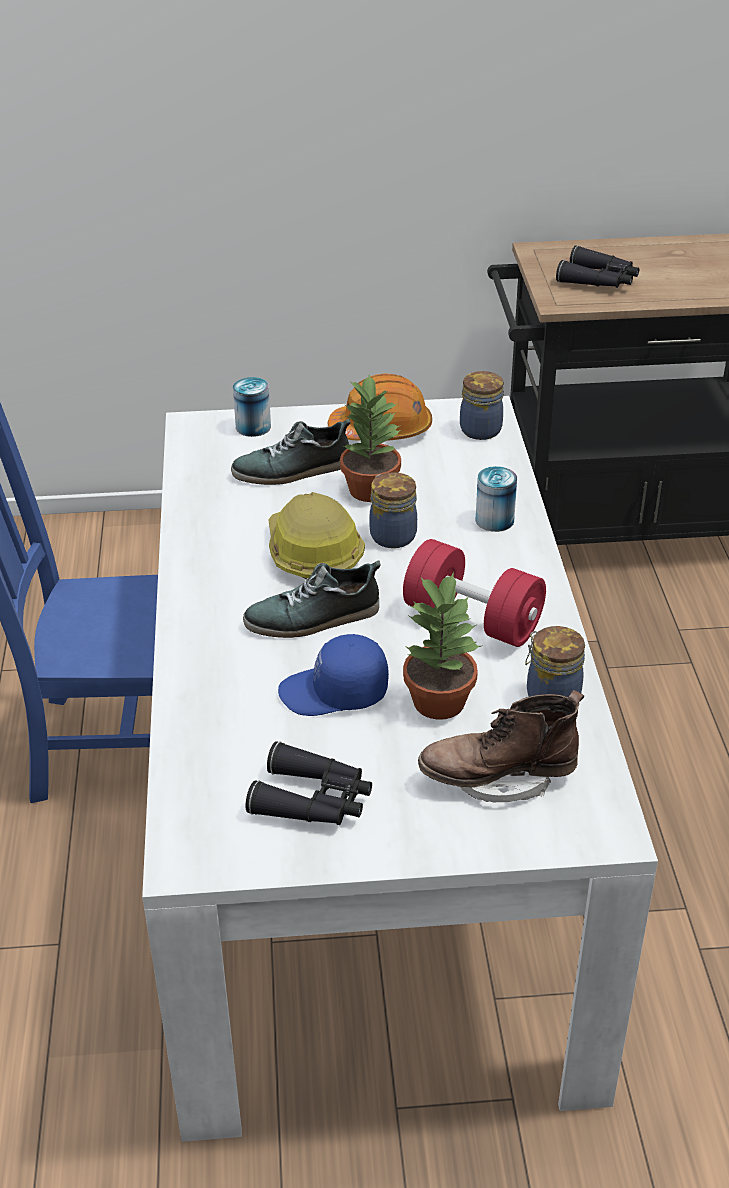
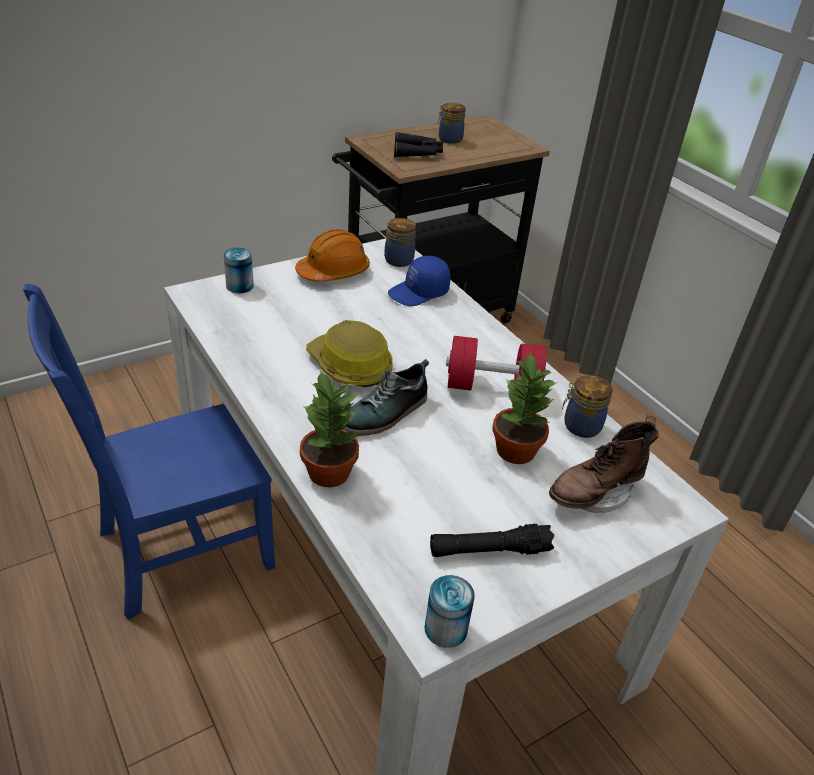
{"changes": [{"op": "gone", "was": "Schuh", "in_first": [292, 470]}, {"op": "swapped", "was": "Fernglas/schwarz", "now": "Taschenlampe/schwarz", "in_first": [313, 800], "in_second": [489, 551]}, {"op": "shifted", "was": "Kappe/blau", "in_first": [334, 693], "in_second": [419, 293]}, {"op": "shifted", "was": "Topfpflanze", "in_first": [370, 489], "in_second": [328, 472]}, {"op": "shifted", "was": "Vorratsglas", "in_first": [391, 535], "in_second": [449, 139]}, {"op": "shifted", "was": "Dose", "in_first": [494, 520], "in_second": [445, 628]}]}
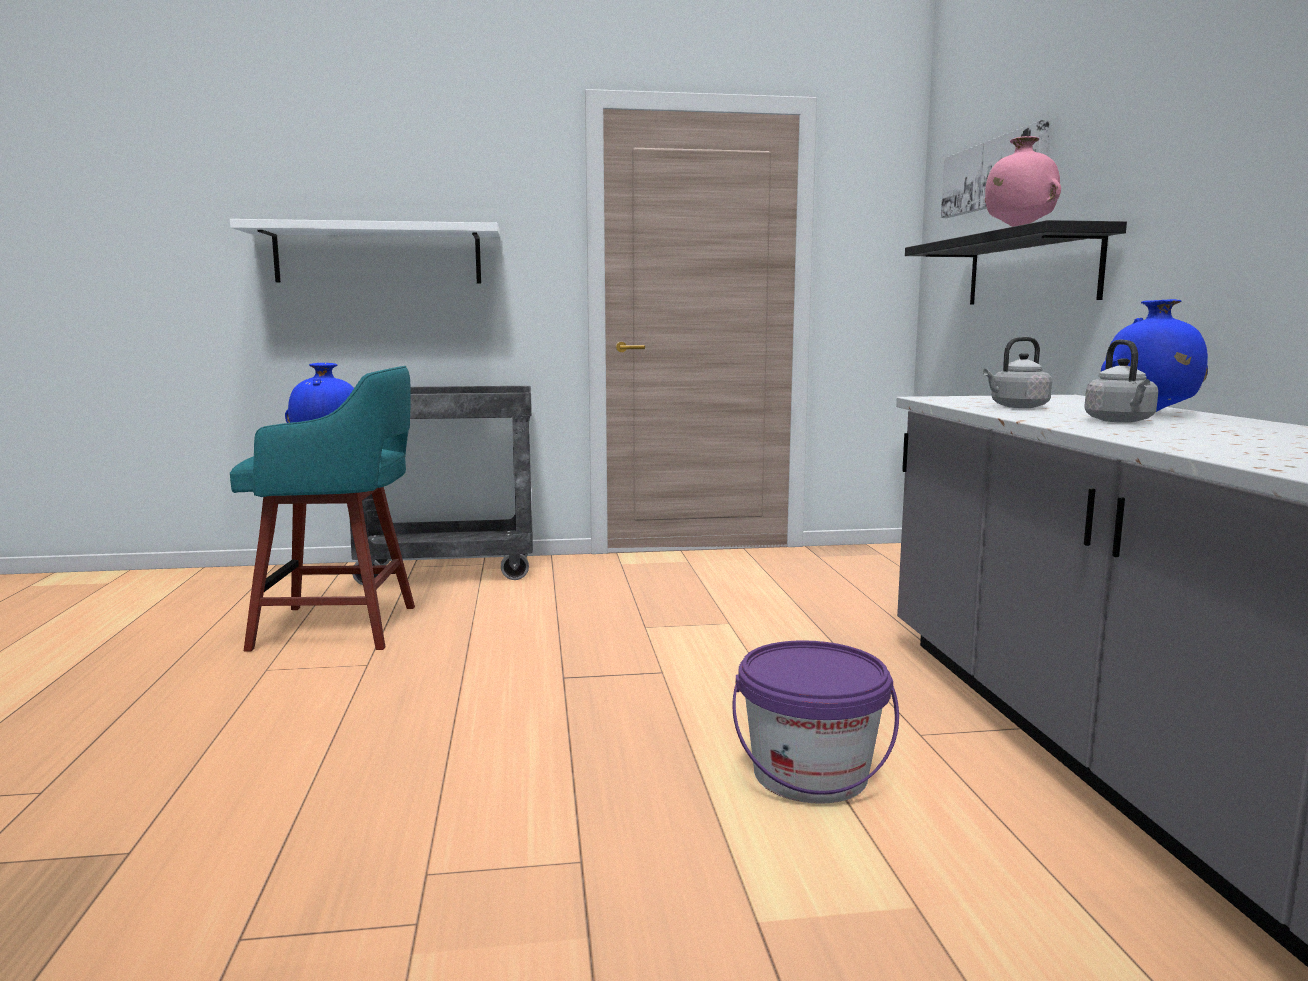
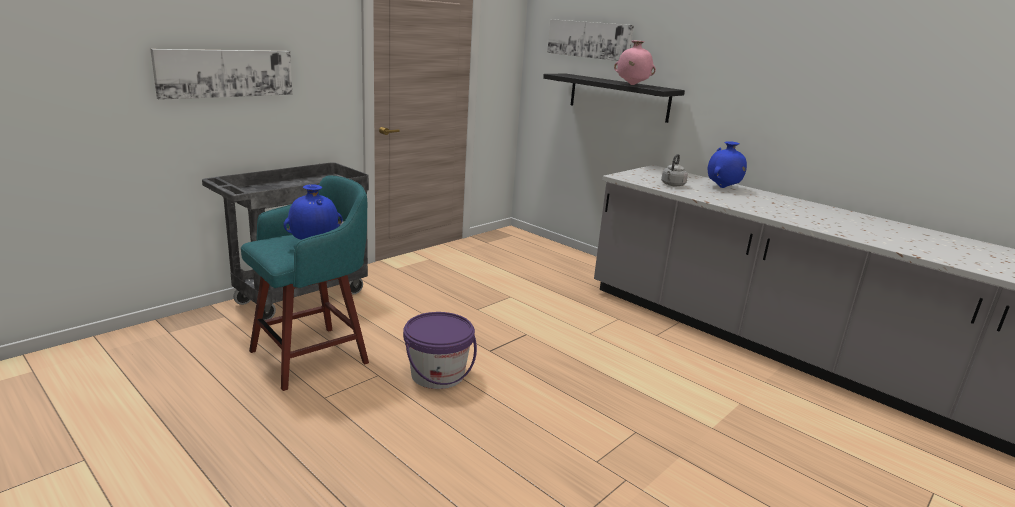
{"changes": [{"op": "swapped", "was": "Wandregal/weiß", "now": "Bild", "in_first": [378, 255], "in_second": [226, 73]}, {"op": "shifted", "was": "Eimer/lila", "in_first": [810, 775], "in_second": [437, 375]}, {"op": "gone", "was": "Wasserkessel/grau", "in_first": [1120, 421]}]}
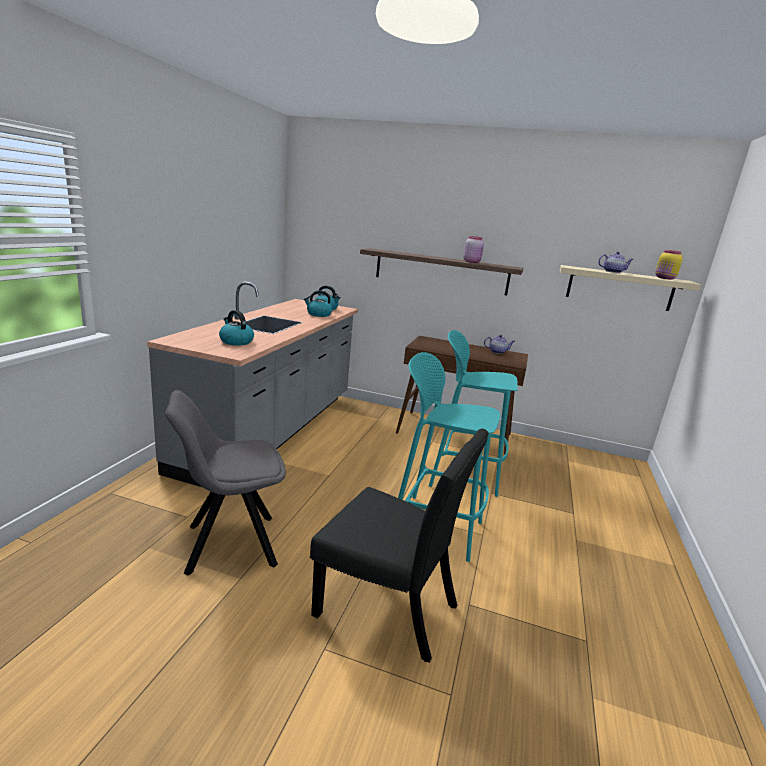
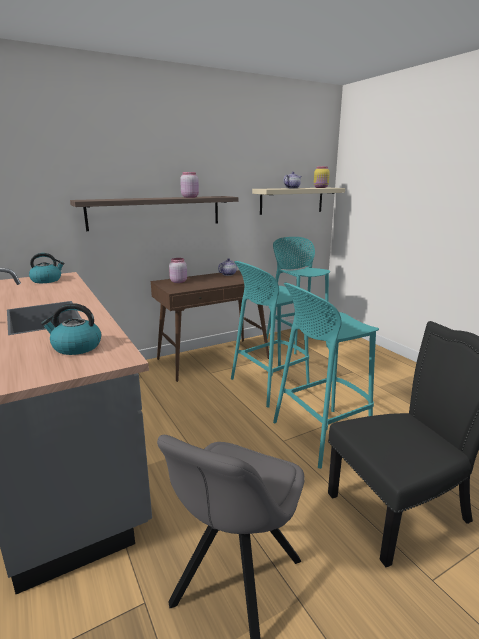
{"changes": [{"op": "gone", "was": "Wasserkessel", "in_first": [318, 314]}, {"op": "new", "now": "Vorratsglas/rosa", "in_second": [178, 281]}, {"op": "new", "now": "Hocker/türkis", "in_second": [298, 341]}]}
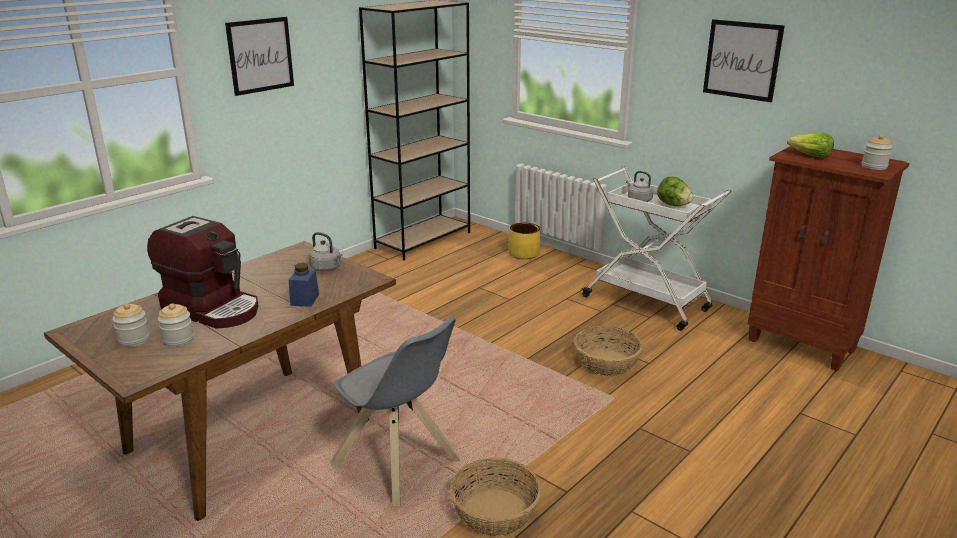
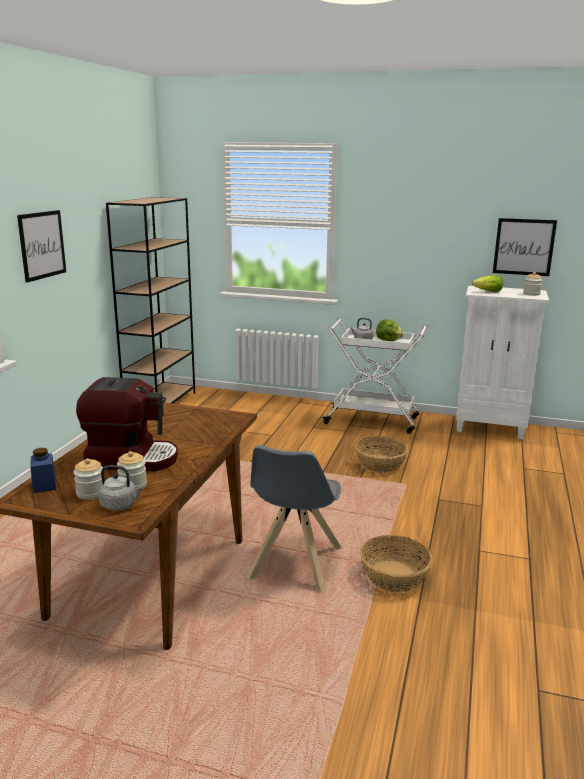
{"changes": [{"op": "shifted", "was": "Vorratsglas/blau", "in_first": [304, 300], "in_second": [44, 485]}, {"op": "shifted", "was": "Wasserkessel/grau", "in_first": [327, 268], "in_second": [120, 505]}, {"op": "rotated", "was": "Stuhl/grau", "in_first": [398, 464], "in_second": [294, 564], "clockwise": 90}, {"op": "gone", "was": "Pflanzkübel/gelb", "in_first": [524, 253]}, {"op": "shifted", "was": "Bild", "in_first": [742, 60], "in_second": [524, 247]}, {"op": "repainted", "was": "Schrank/braun", "now": "Schrank/weiß", "in_first": [800, 346], "in_second": [490, 429]}]}
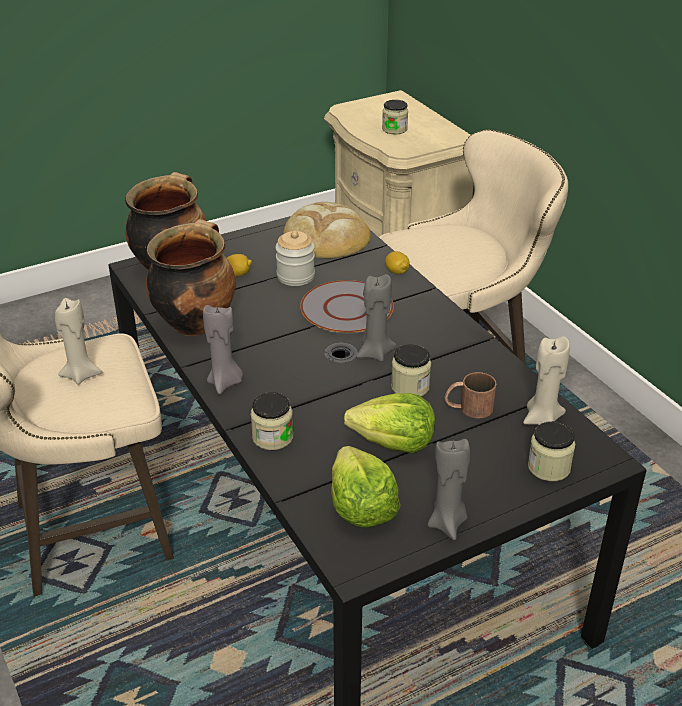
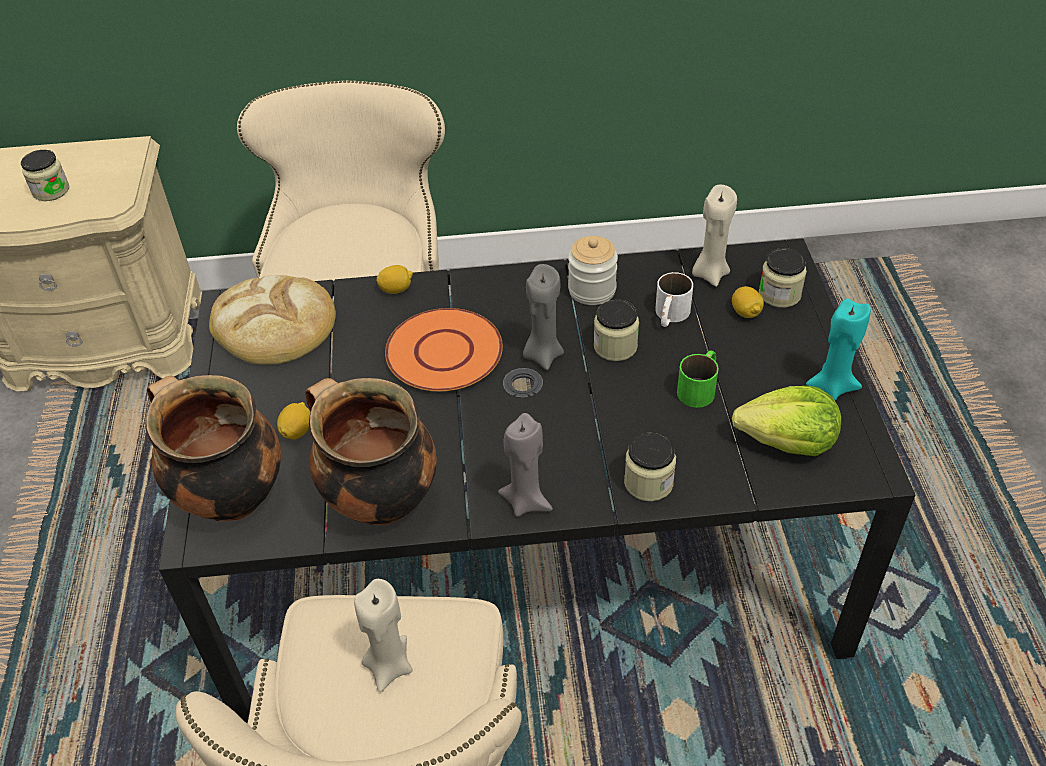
{"changes": [{"op": "shifted", "was": "Vorratsglas", "in_first": [295, 276], "in_second": [592, 290]}, {"op": "repainted", "was": "Teller/grau", "now": "Teller/orange", "in_first": [347, 308], "in_second": [443, 351]}, {"op": "swapped", "was": "Salatkopf", "now": "Henkelbecher/grün", "in_first": [393, 442], "in_second": [700, 387]}, {"op": "repainted", "was": "Kerze/grau", "now": "Kerze/türkis", "in_first": [447, 523], "in_second": [832, 386]}, {"op": "repainted", "was": "Henkelbecher/braun", "now": "Henkelbecher/weiß", "in_first": [468, 408], "in_second": [670, 316]}, {"op": "new", "now": "Zitrone", "in_second": [745, 312]}]}
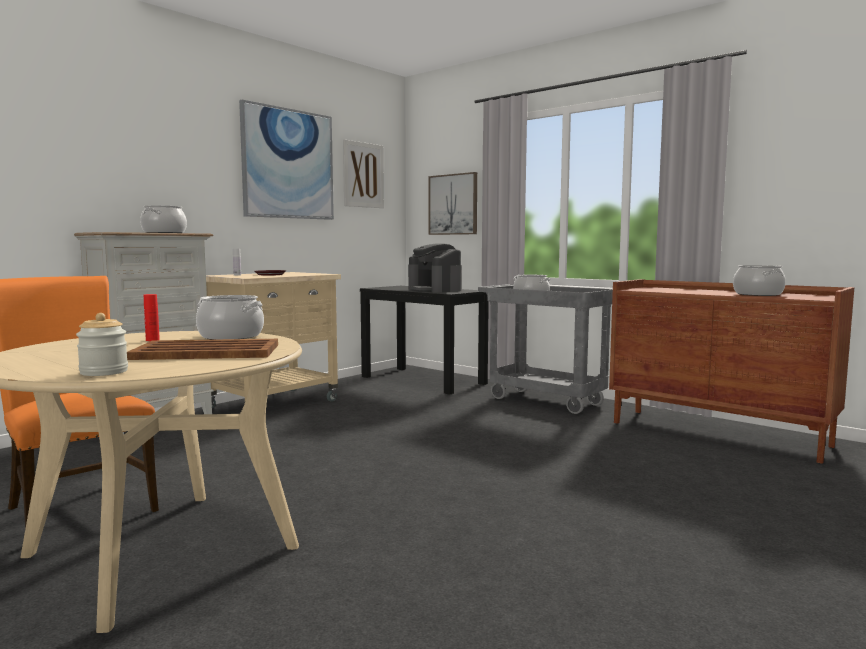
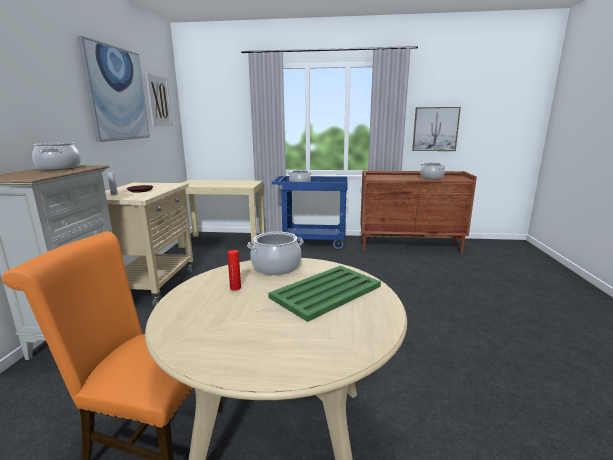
{"changes": [{"op": "gone", "was": "Vorratsglas", "in_first": [104, 372]}, {"op": "repainted", "was": "Tablett/braun", "now": "Tablett/grün", "in_first": [206, 352], "in_second": [325, 292]}, {"op": "repainted", "was": "Konsolentisch/schwarz", "now": "Konsolentisch/beige", "in_first": [423, 380], "in_second": [224, 242]}, {"op": "gone", "was": "Kaffeemaschine", "in_first": [435, 290]}, {"op": "shifted", "was": "Bild", "in_first": [453, 204], "in_second": [435, 129]}, {"op": "repainted", "was": "Rollwagen/grau", "now": "Rollwagen/blau", "in_first": [541, 401], "in_second": [311, 243]}]}
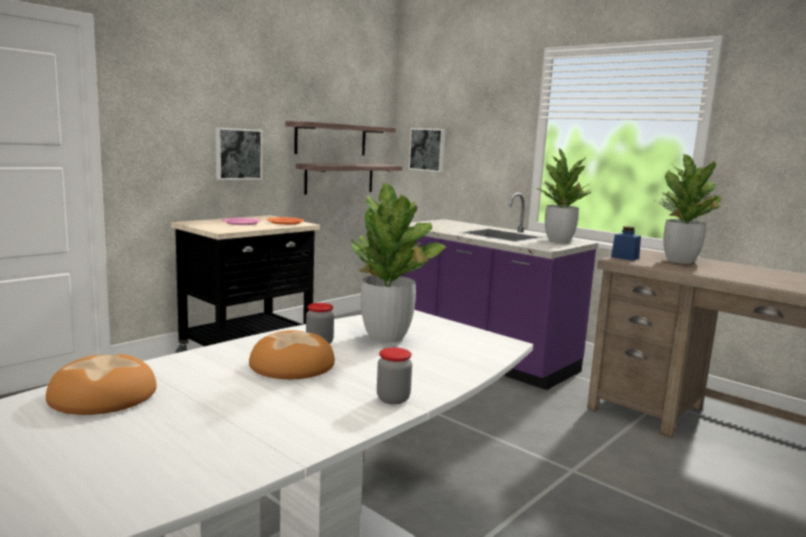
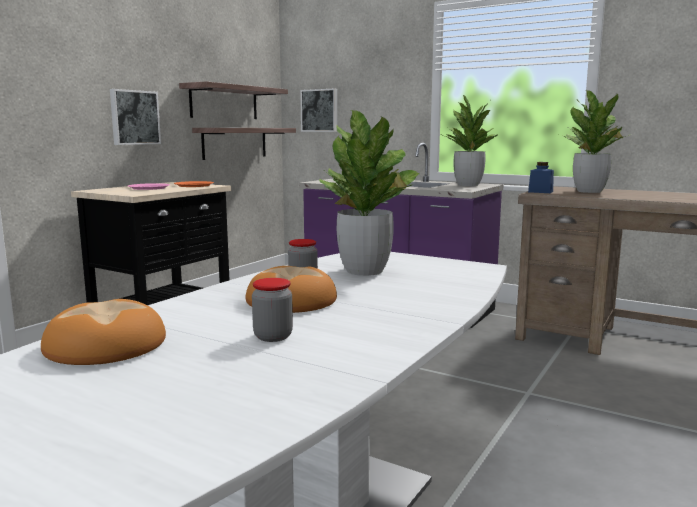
{"changes": [{"op": "shifted", "was": "Vorratsglas", "in_first": [393, 399], "in_second": [273, 336]}]}
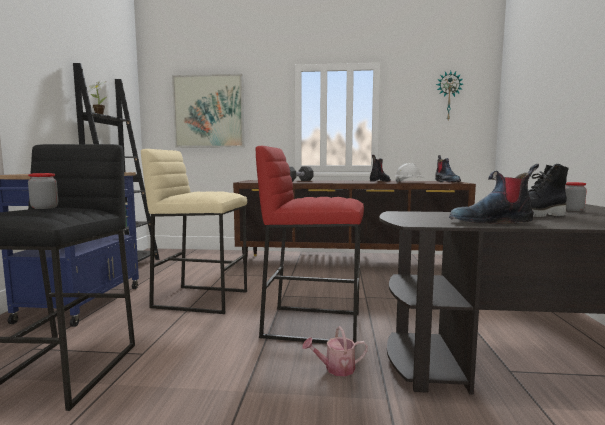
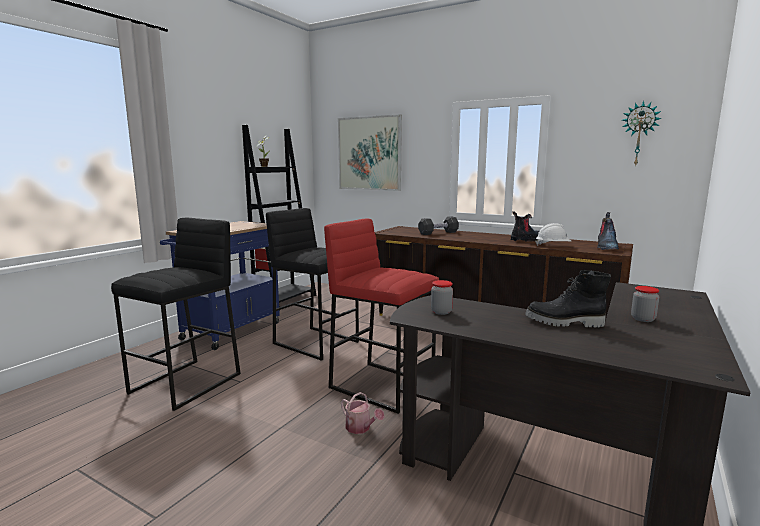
{"changes": [{"op": "shifted", "was": "Vorratsglas", "in_first": [44, 208], "in_second": [441, 312]}, {"op": "repainted", "was": "Hocker/beige", "now": "Hocker/schwarz", "in_first": [201, 299], "in_second": [316, 342]}, {"op": "rotated", "was": "Gießkanne", "in_first": [335, 369], "in_second": [360, 428], "clockwise": -150}, {"op": "gone", "was": "Stiefel", "in_first": [491, 222]}]}
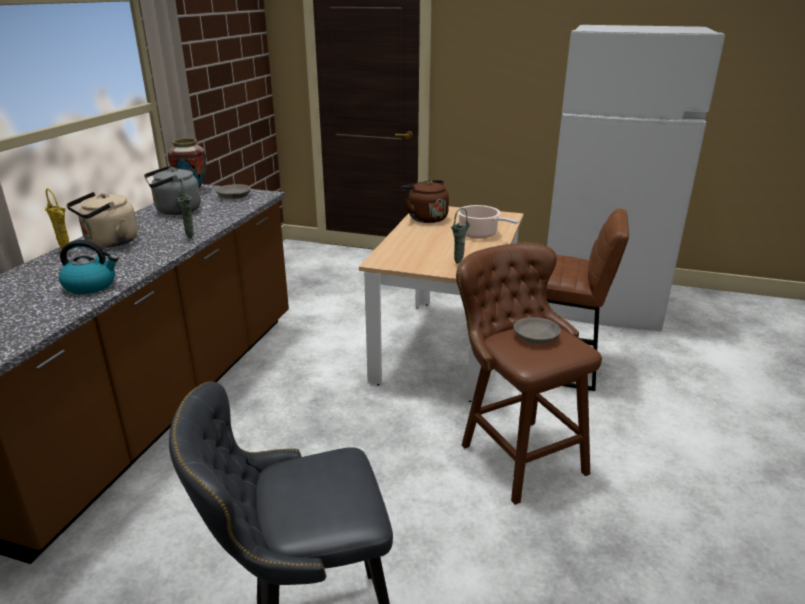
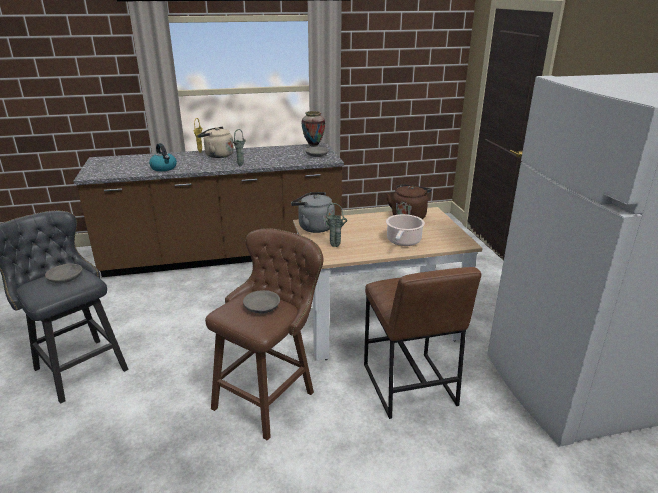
{"changes": [{"op": "shifted", "was": "Wasserkessel/grau", "in_first": [175, 211], "in_second": [314, 227]}, {"op": "new", "now": "Schüssel/grau", "in_second": [66, 278]}]}
